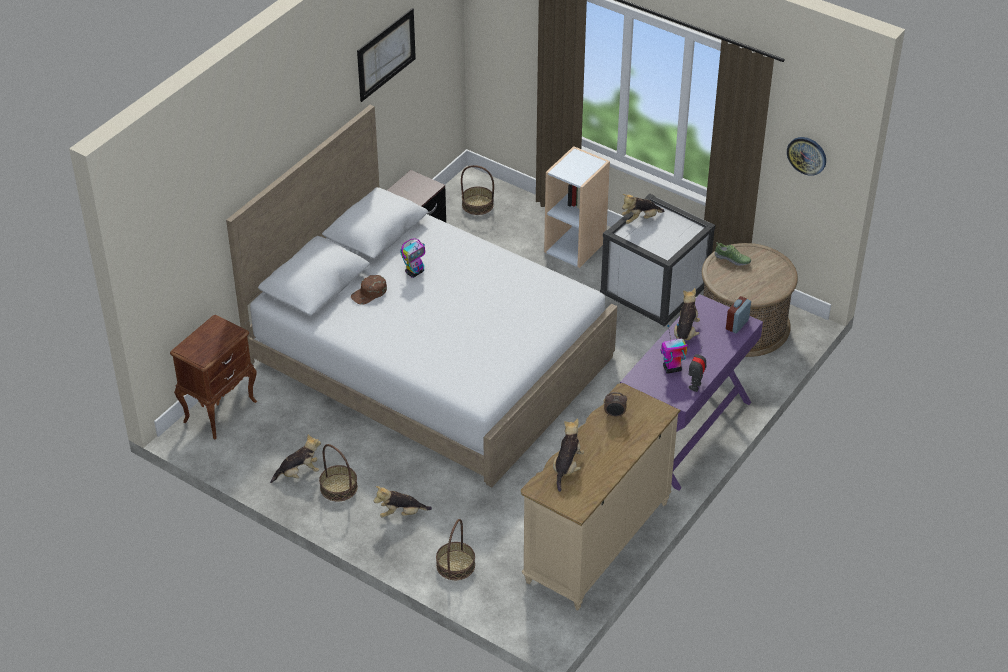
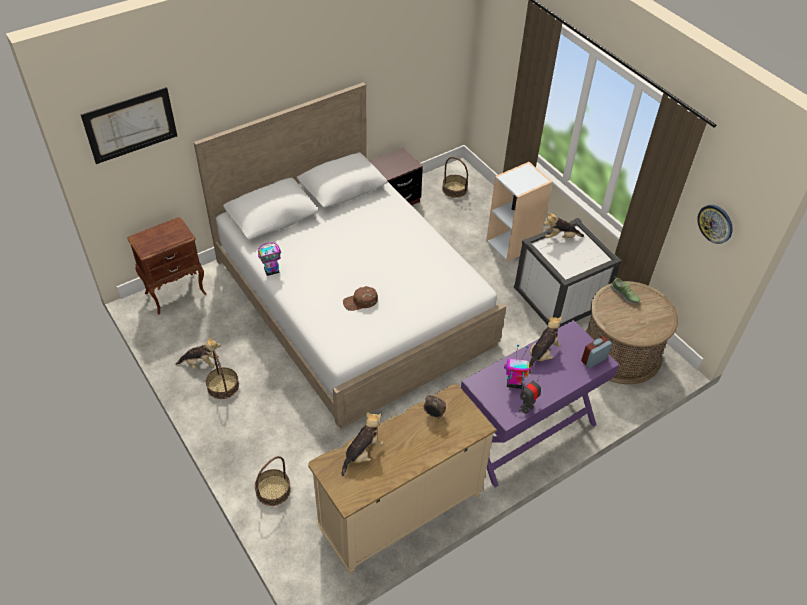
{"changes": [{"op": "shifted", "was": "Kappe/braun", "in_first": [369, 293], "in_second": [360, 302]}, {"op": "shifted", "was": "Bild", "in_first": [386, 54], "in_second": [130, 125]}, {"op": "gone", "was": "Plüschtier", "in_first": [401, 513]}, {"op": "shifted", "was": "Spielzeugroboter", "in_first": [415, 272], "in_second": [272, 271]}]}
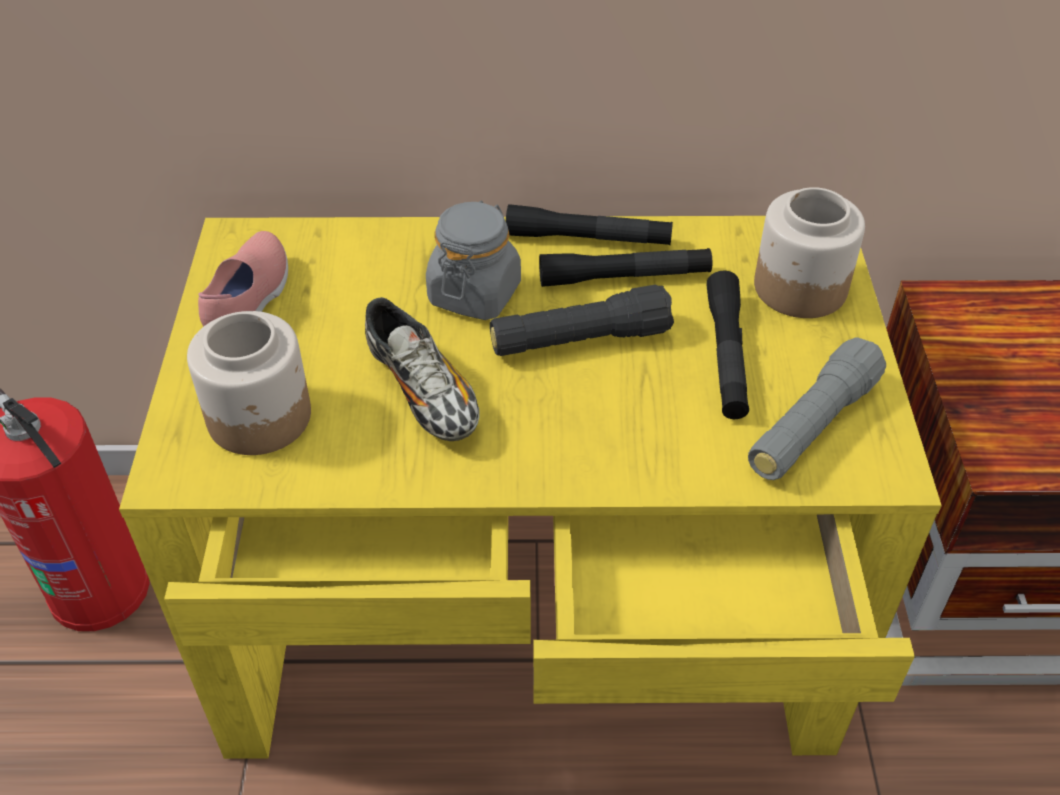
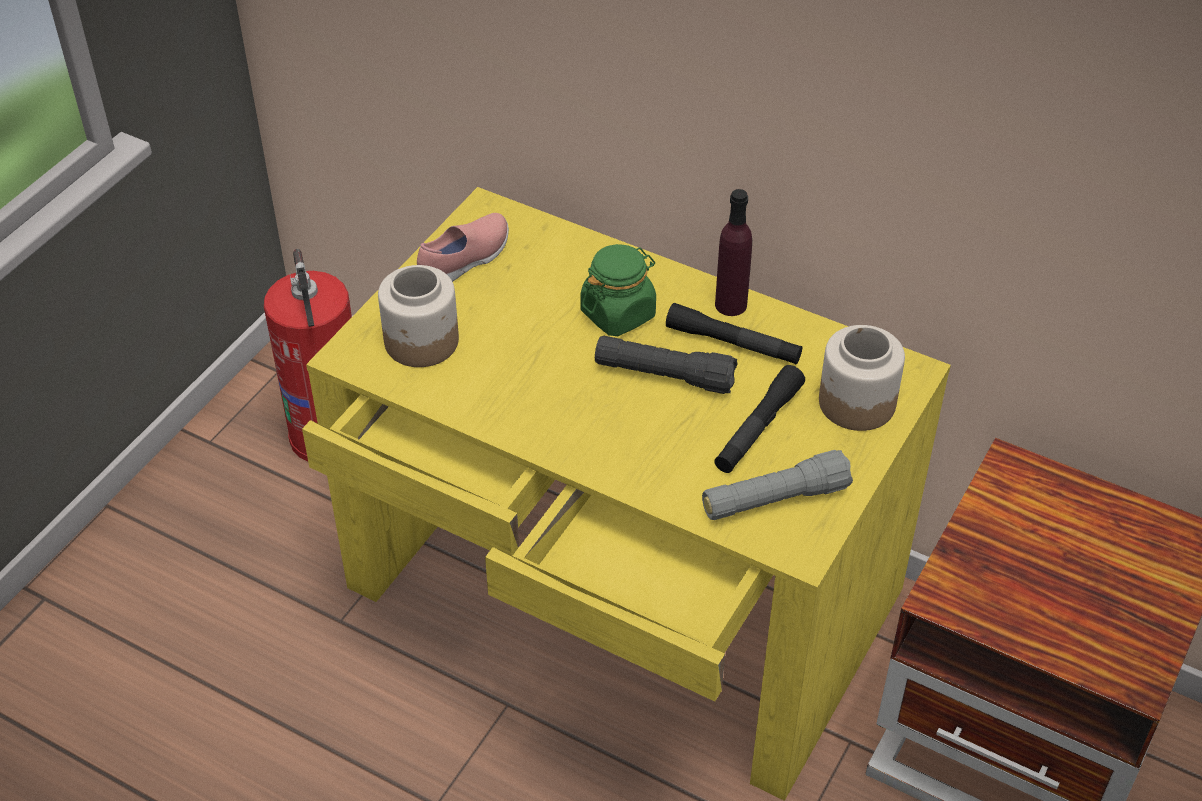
{"changes": [{"op": "gone", "was": "Schuh", "in_first": [423, 393]}, {"op": "repainted", "was": "Vorratsglas/grau", "now": "Vorratsglas/grün", "in_first": [474, 293], "in_second": [618, 313]}, {"op": "swapped", "was": "Taschenlampe/schwarz", "now": "Flasche/lila", "in_first": [588, 238], "in_second": [731, 304]}]}
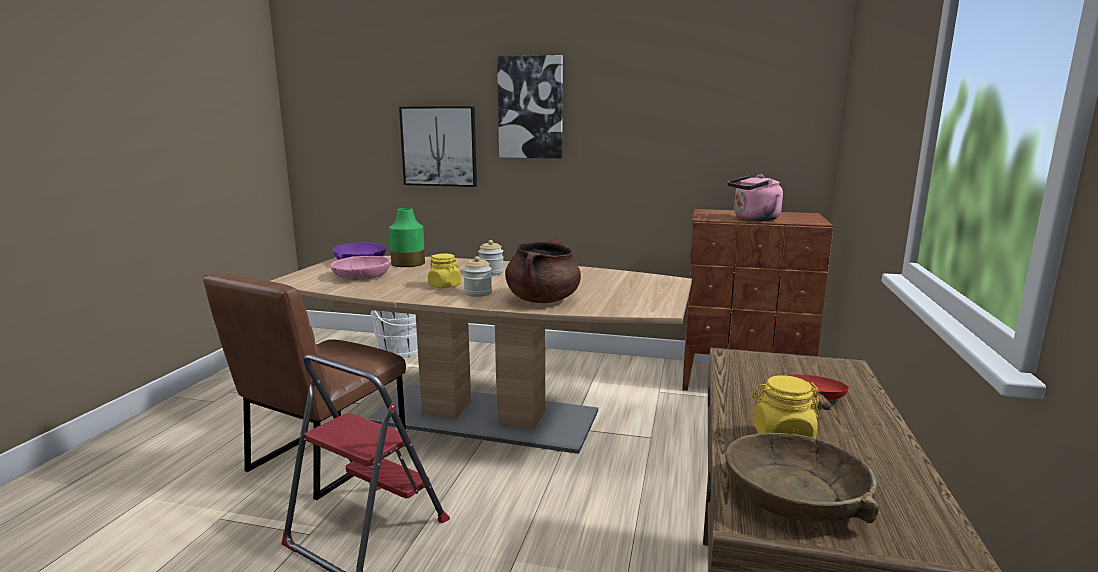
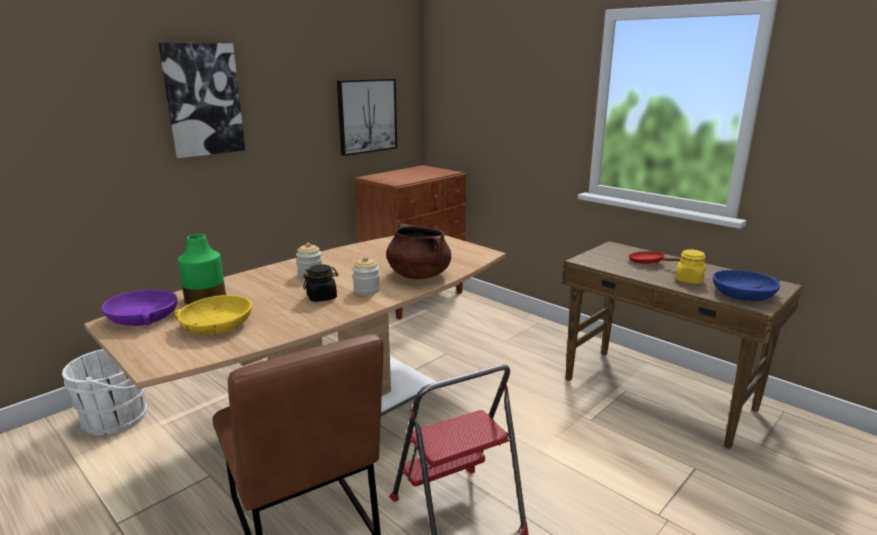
{"changes": [{"op": "repainted", "was": "Schüssel/rosa", "now": "Schüssel/gelb", "in_first": [361, 276], "in_second": [216, 325]}, {"op": "shifted", "was": "Bild", "in_first": [439, 146], "in_second": [367, 116]}, {"op": "repainted", "was": "Vorratsglas/gelb", "now": "Vorratsglas/schwarz", "in_first": [444, 285], "in_second": [322, 297]}, {"op": "repainted", "was": "Schüssel/braun", "now": "Schüssel/blau", "in_first": [796, 496], "in_second": [743, 294]}, {"op": "gone", "was": "Wasserkessel/rosa", "in_first": [753, 219]}]}
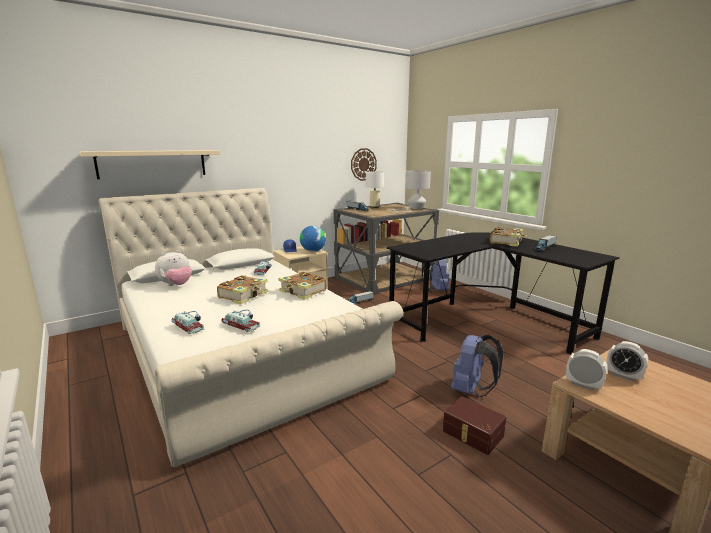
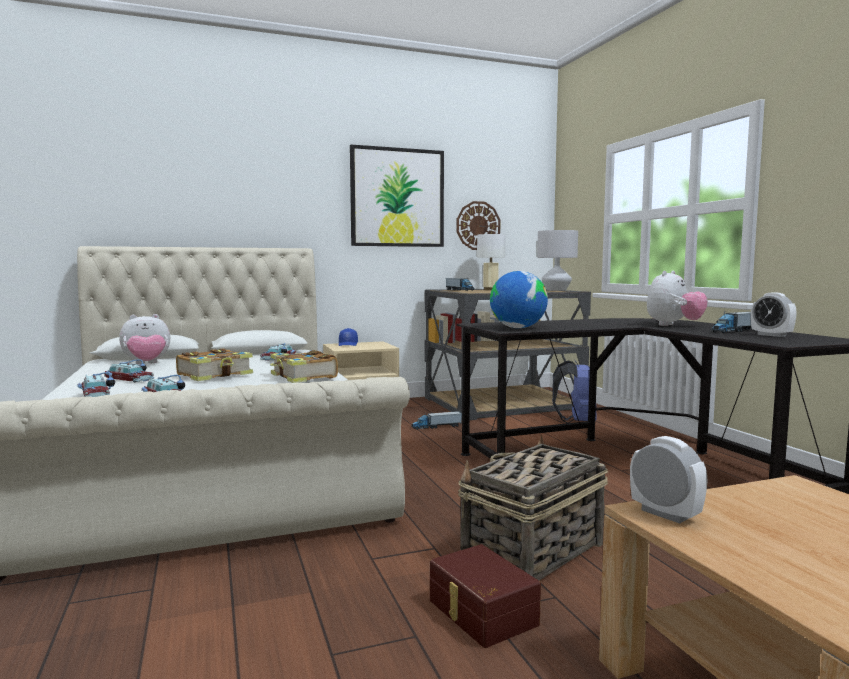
{"changes": [{"op": "gone", "was": "Wandregal/beige", "in_first": [152, 163]}, {"op": "shifted", "was": "Globus", "in_first": [313, 251], "in_second": [518, 328]}, {"op": "swapped", "was": "Rucksack/blau", "now": "Korb", "in_first": [472, 390], "in_second": [532, 553]}, {"op": "swapped", "was": "Buch", "now": "Plüschtier", "in_first": [506, 242], "in_second": [673, 325]}, {"op": "shifted", "was": "Wecker", "in_first": [623, 376], "in_second": [771, 335]}, {"op": "new", "now": "Spielzeugauto", "in_second": [129, 379]}, {"op": "new", "now": "Bild", "in_second": [397, 197]}]}
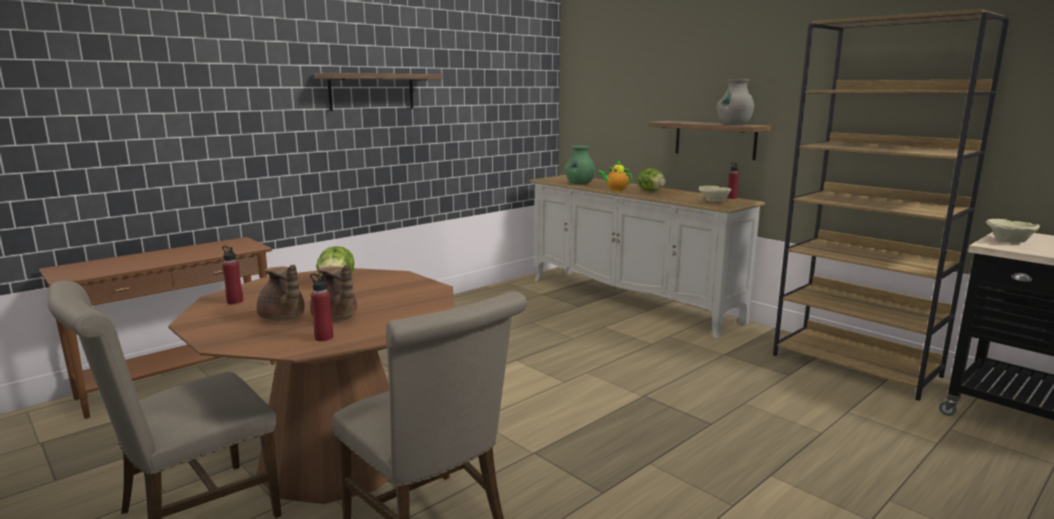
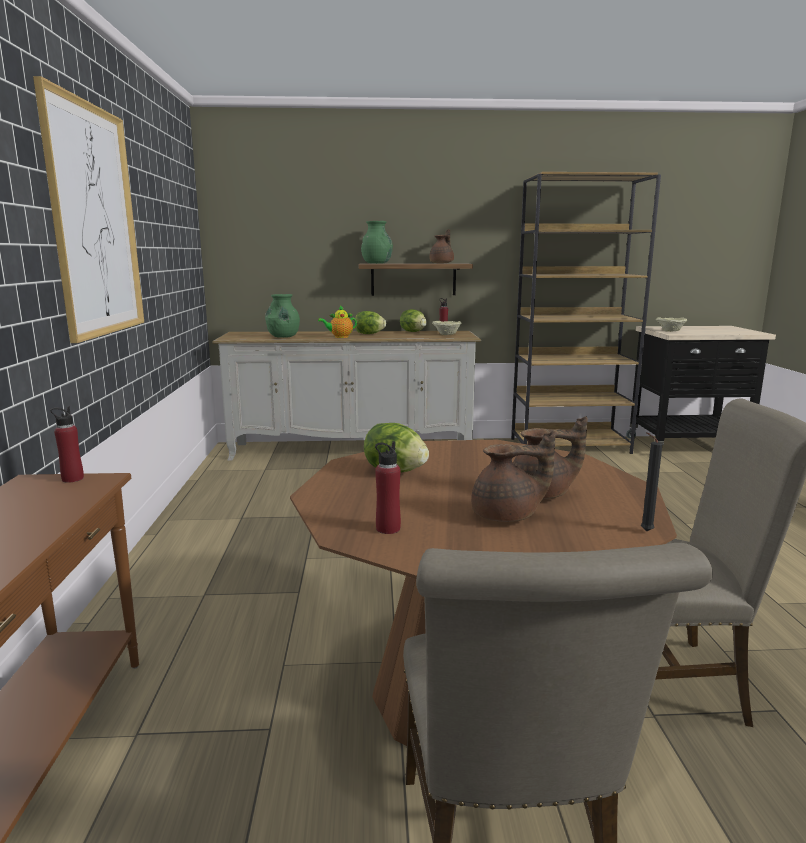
{"changes": [{"op": "shifted", "was": "Flasche/rot", "in_first": [324, 337], "in_second": [72, 479]}, {"op": "swapped", "was": "Wandregal", "now": "Bild", "in_first": [372, 91], "in_second": [95, 221]}, {"op": "swapped", "was": "Vase/grau", "now": "Teekanne/braun", "in_first": [734, 124], "in_second": [442, 263]}, {"op": "new", "now": "Vase/grün", "in_second": [376, 263]}, {"op": "new", "now": "Salatkopf", "in_second": [413, 332]}, {"op": "new", "now": "Kerze/schwarz", "in_second": [644, 531]}]}
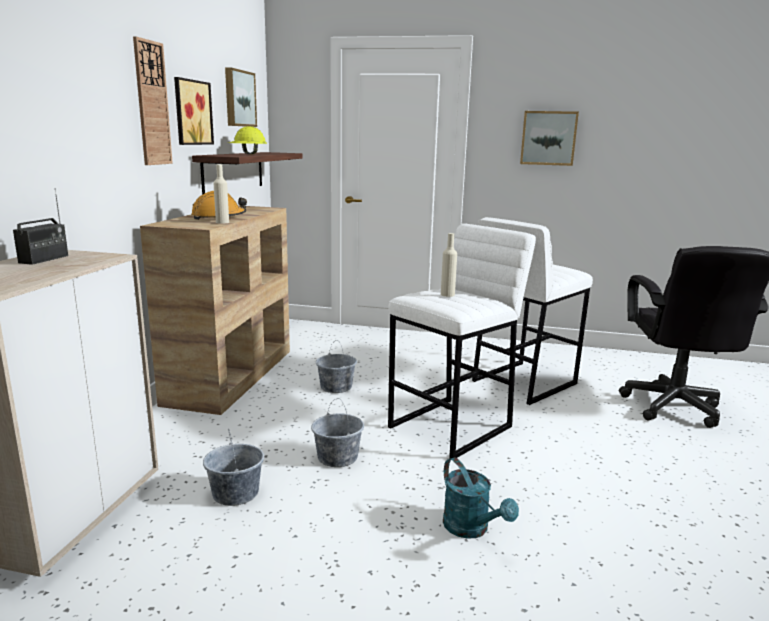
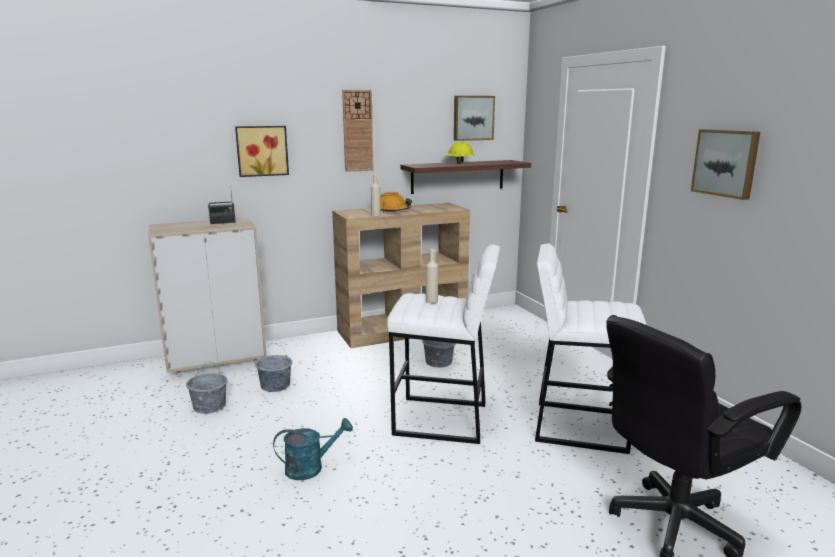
{"changes": [{"op": "shifted", "was": "Bild", "in_first": [191, 112], "in_second": [262, 151]}, {"op": "shifted", "was": "Eimer/grau", "in_first": [337, 457], "in_second": [209, 406]}, {"op": "rotated", "was": "Gießkanne/türkis", "in_first": [471, 529], "in_second": [311, 468], "clockwise": -135}]}
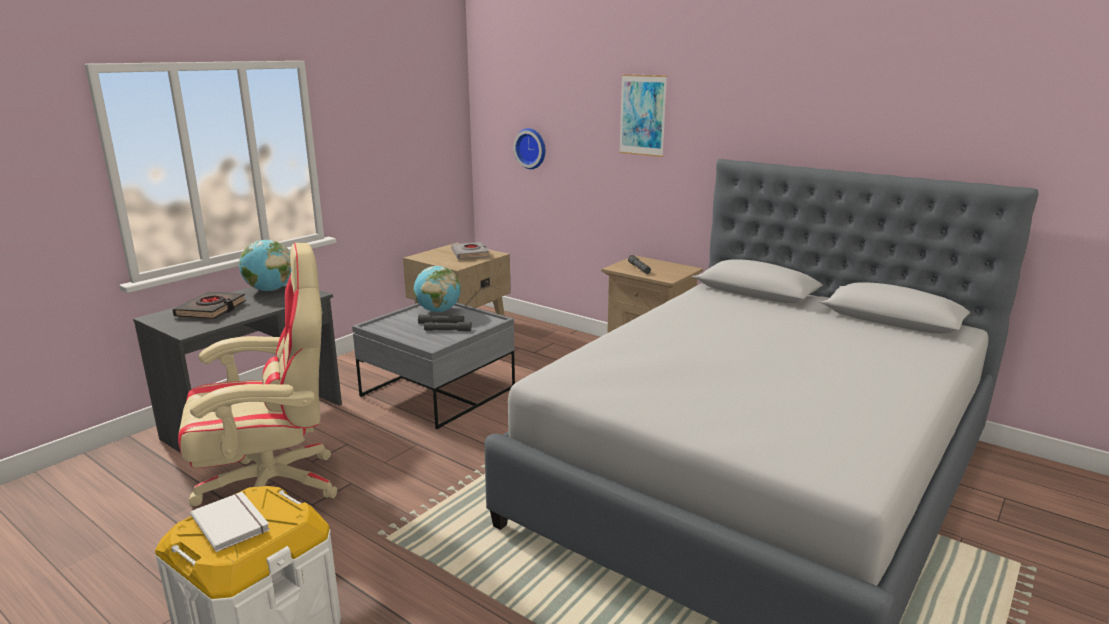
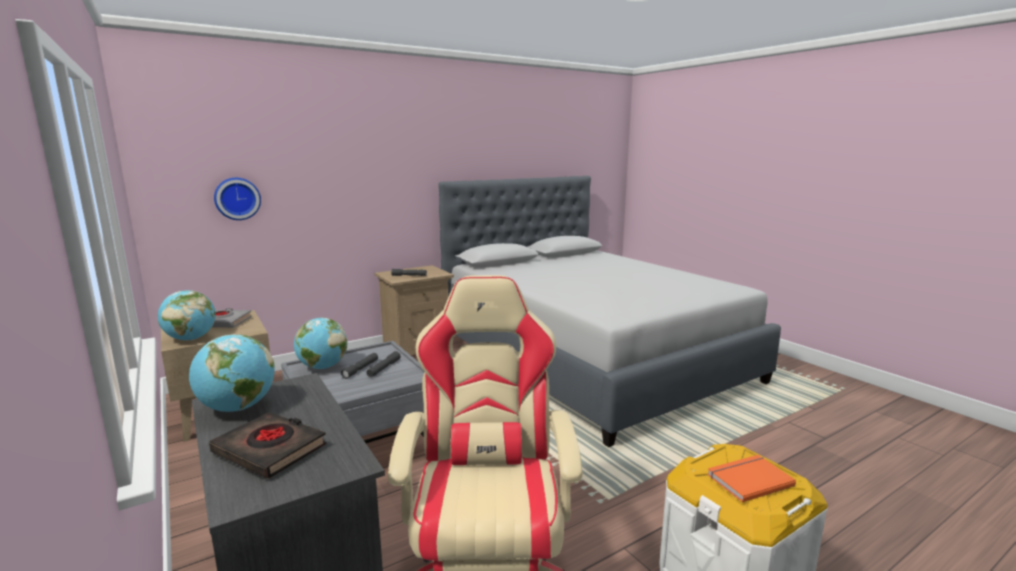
{"changes": [{"op": "repainted", "was": "Buch/weiß", "now": "Buch/orange", "in_first": [232, 522], "in_second": [748, 479]}, {"op": "gone", "was": "Bild", "in_first": [642, 115]}, {"op": "new", "now": "Globus", "in_second": [191, 339]}]}
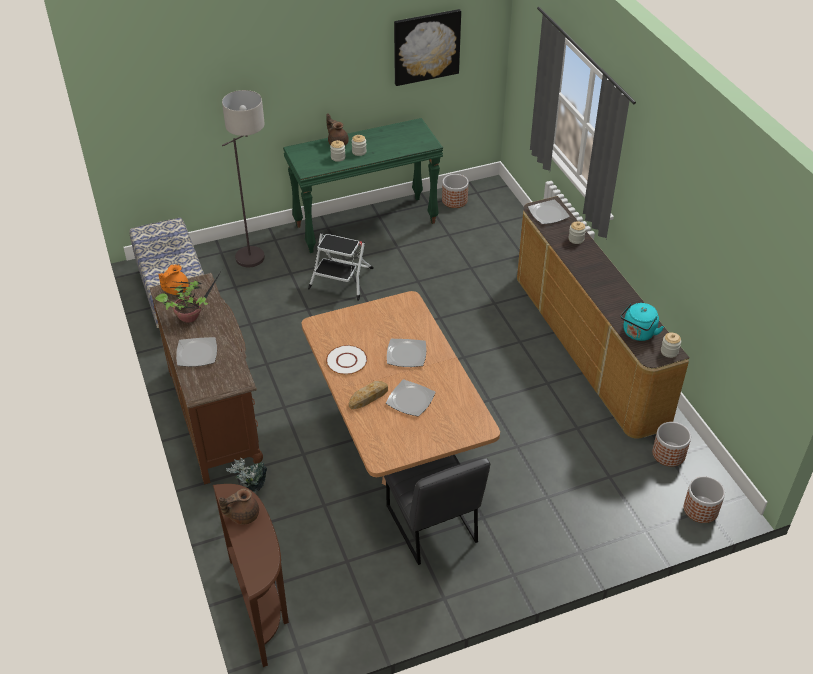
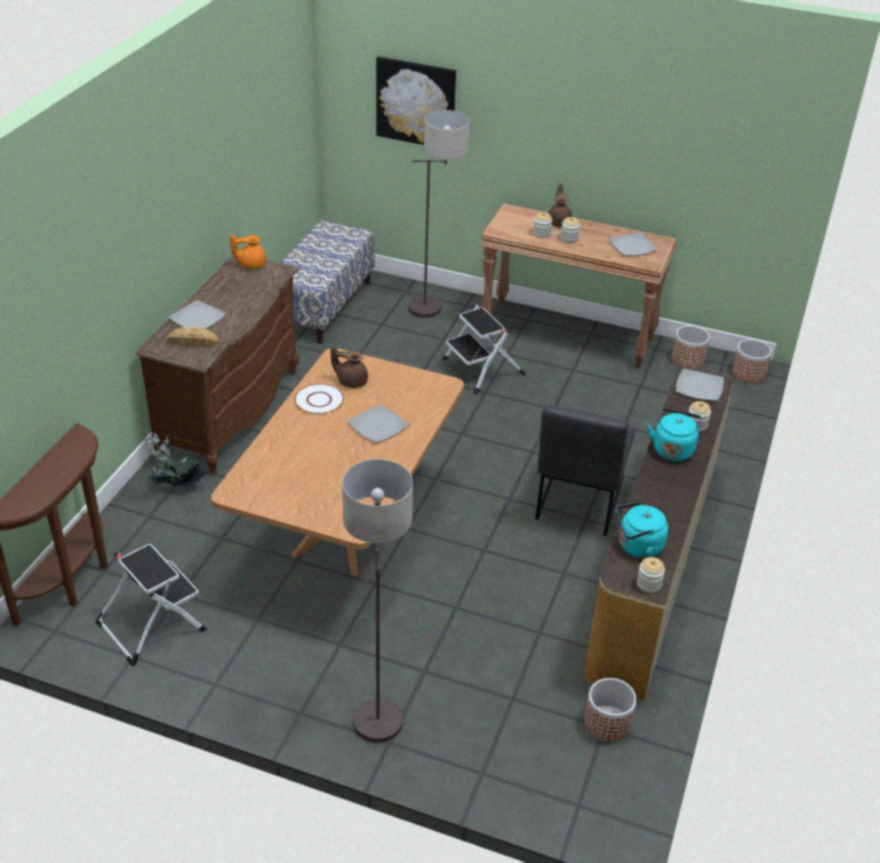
{"changes": [{"op": "gone", "was": "Topfpflanze", "in_first": [190, 316]}, {"op": "shifted", "was": "Teekanne/braun", "in_first": [242, 515], "in_second": [351, 381]}, {"op": "repainted", "was": "Konsolentisch/grün", "now": "Konsolentisch/braun", "in_first": [366, 224], "in_second": [568, 335]}, {"op": "shifted", "was": "Brot", "in_first": [368, 397], "in_second": [193, 342]}, {"op": "shifted", "was": "Stuhl/grau", "in_first": [432, 526], "in_second": [578, 502]}, {"op": "shifted", "was": "Teller", "in_first": [410, 399], "in_second": [632, 246]}, {"op": "shifted", "was": "Bild", "in_first": [426, 46], "in_second": [416, 102]}, {"op": "shifted", "was": "Pflanzkübel", "in_first": [700, 509], "in_second": [748, 373]}, {"op": "new", "now": "Trittleiter", "in_second": [152, 623]}, {"op": "new", "now": "Stehlampe/grau", "in_second": [377, 709]}, {"op": "new", "now": "Wasserkessel/türkis", "in_second": [673, 449]}]}
